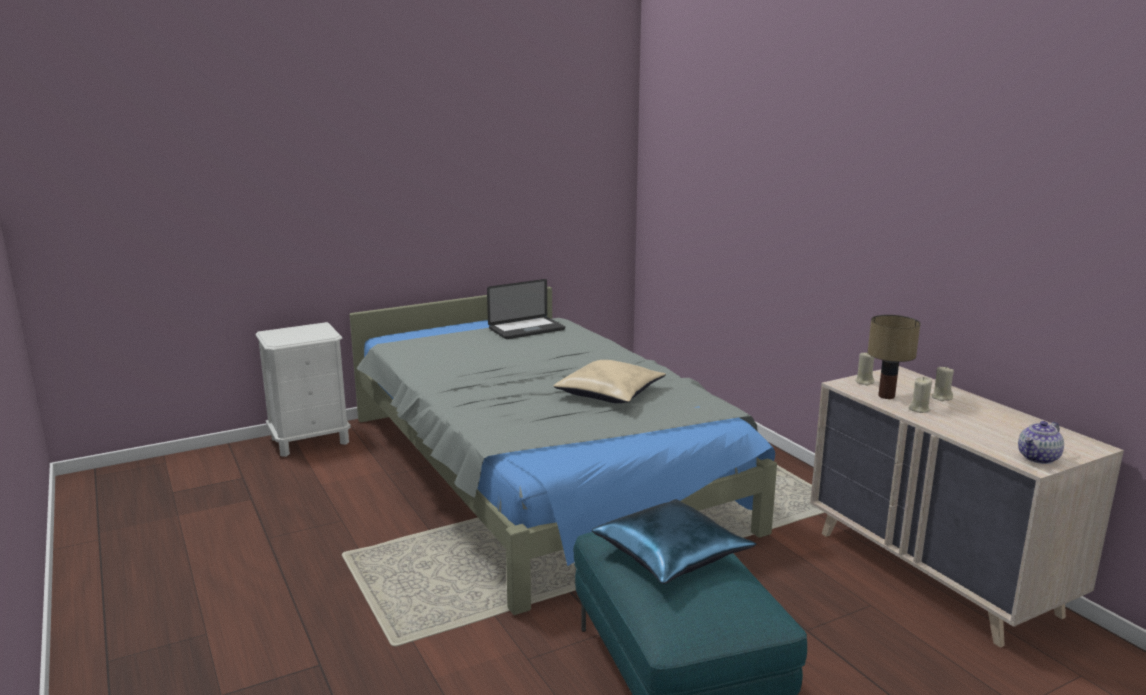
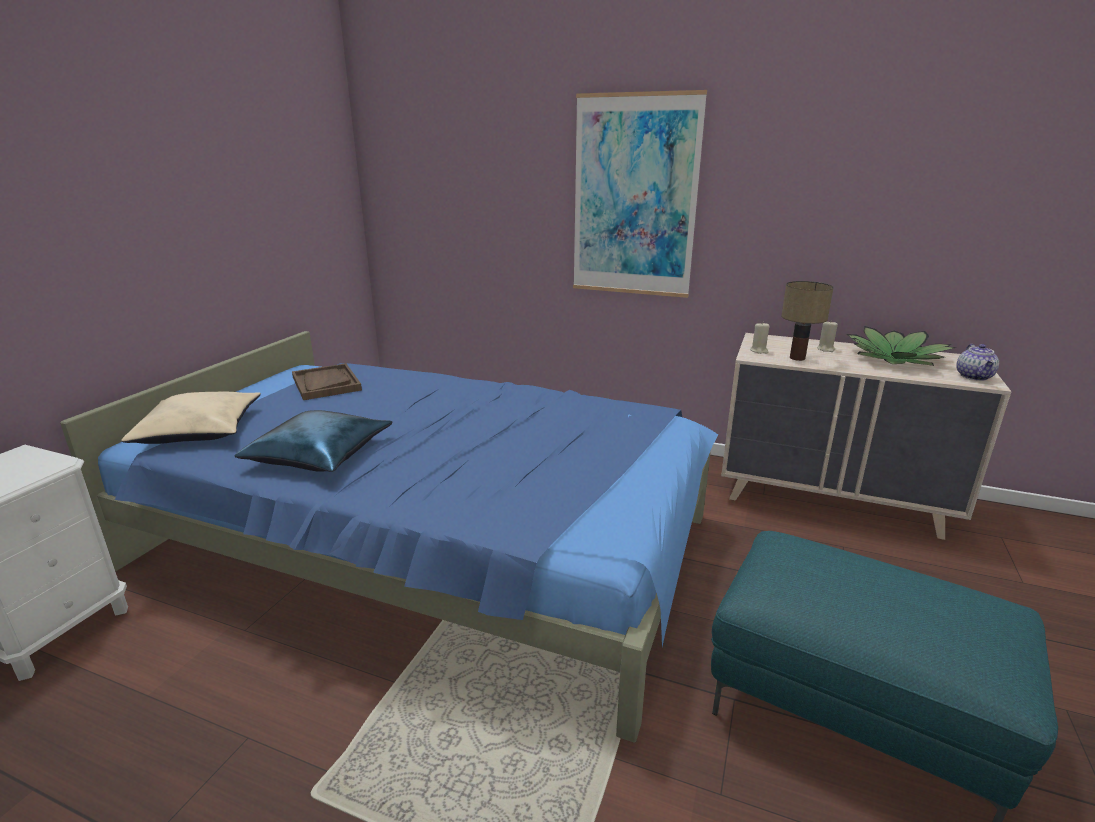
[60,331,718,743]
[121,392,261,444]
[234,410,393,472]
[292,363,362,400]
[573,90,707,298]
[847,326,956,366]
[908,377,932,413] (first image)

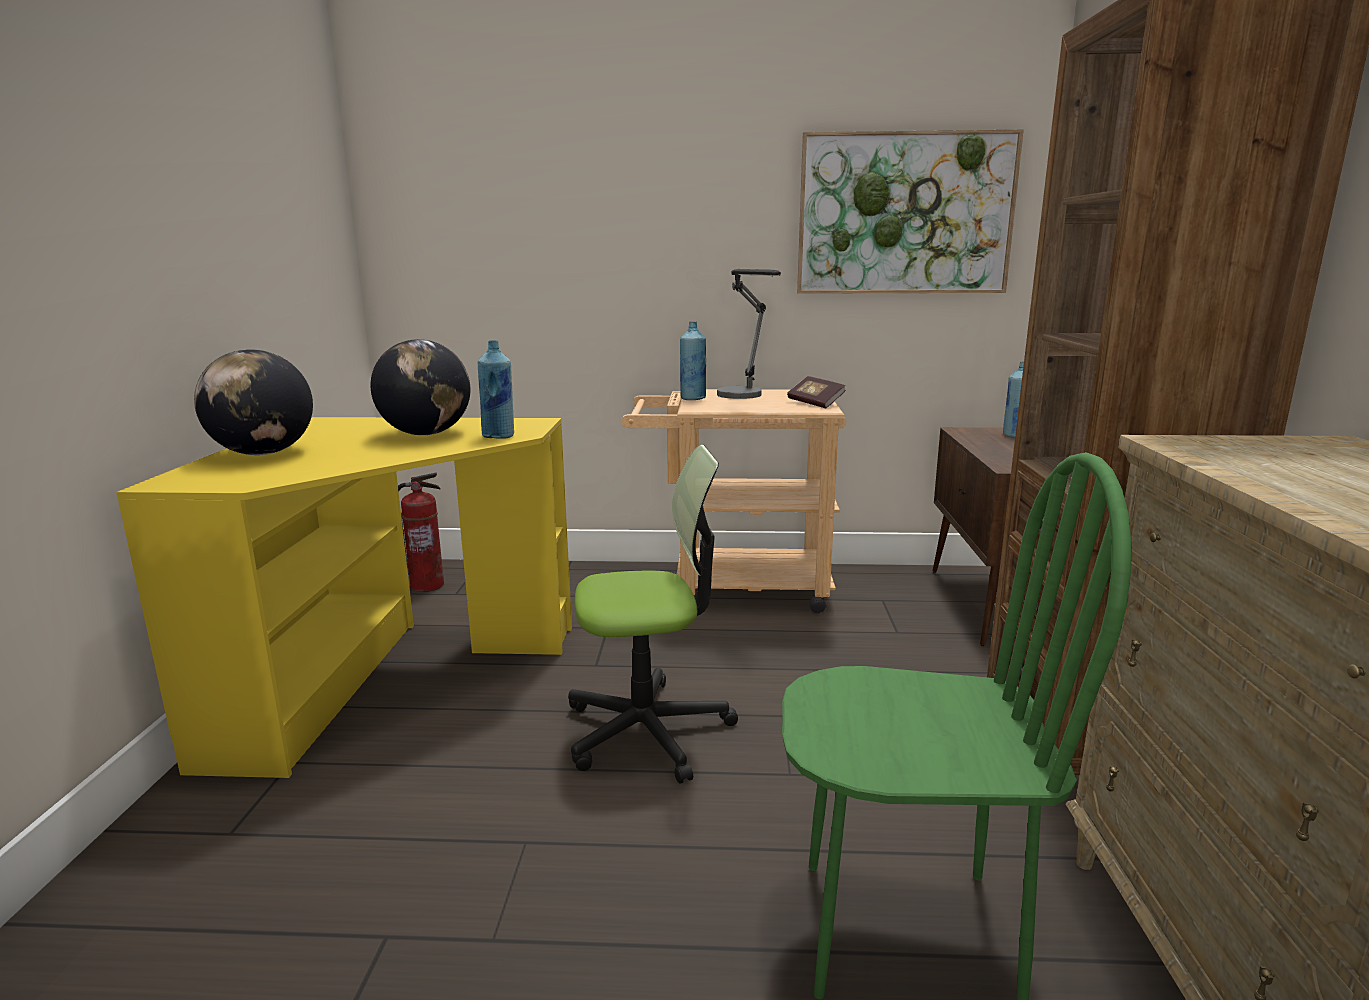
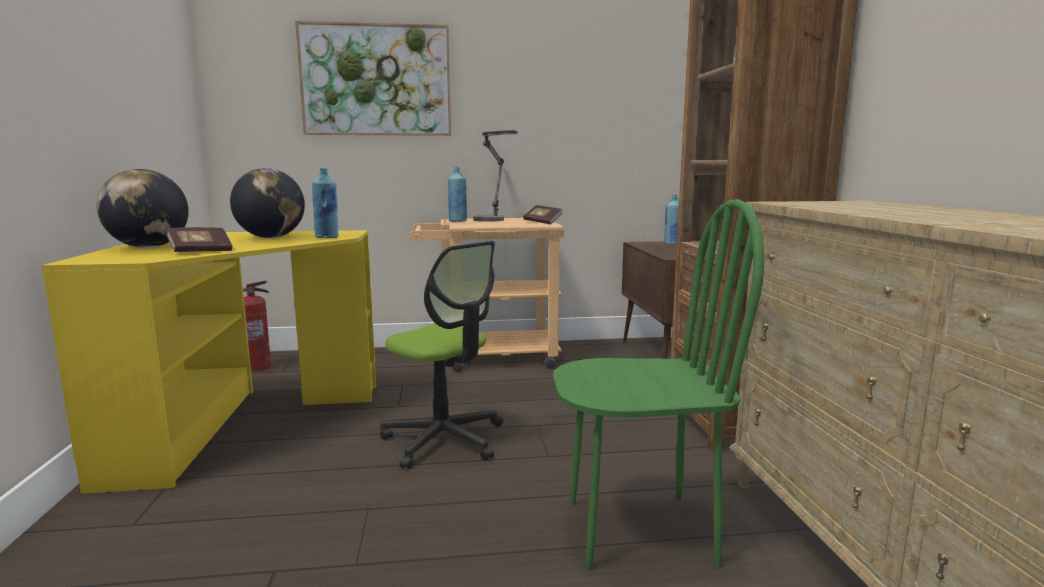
[166,227,232,252]
[295,21,451,136]
[380,241,503,469]

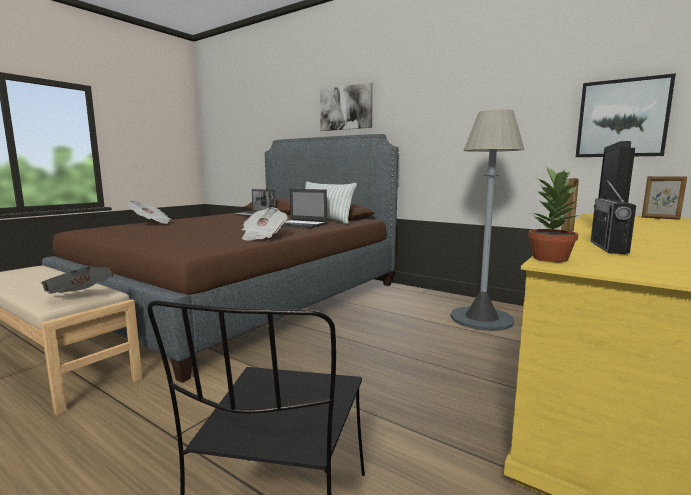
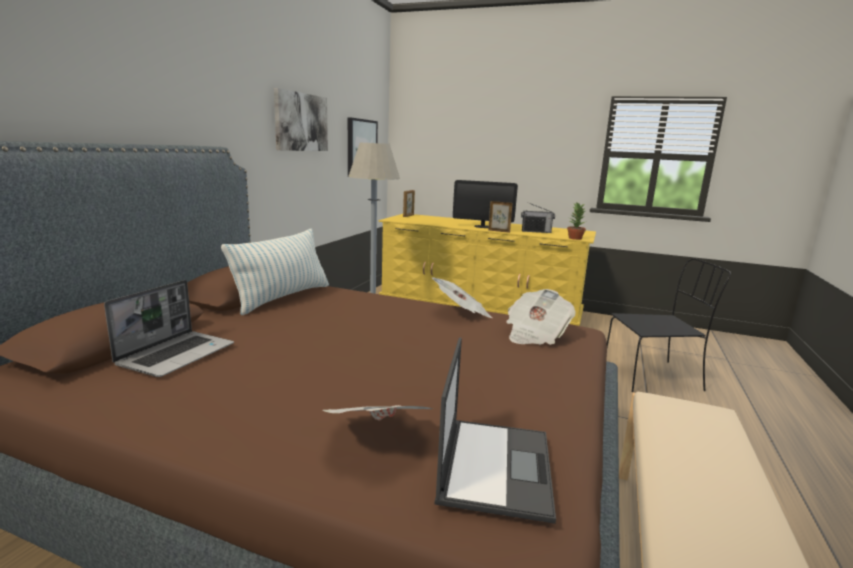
[274,88,328,151]
[434,337,556,524]
[507,289,576,345]

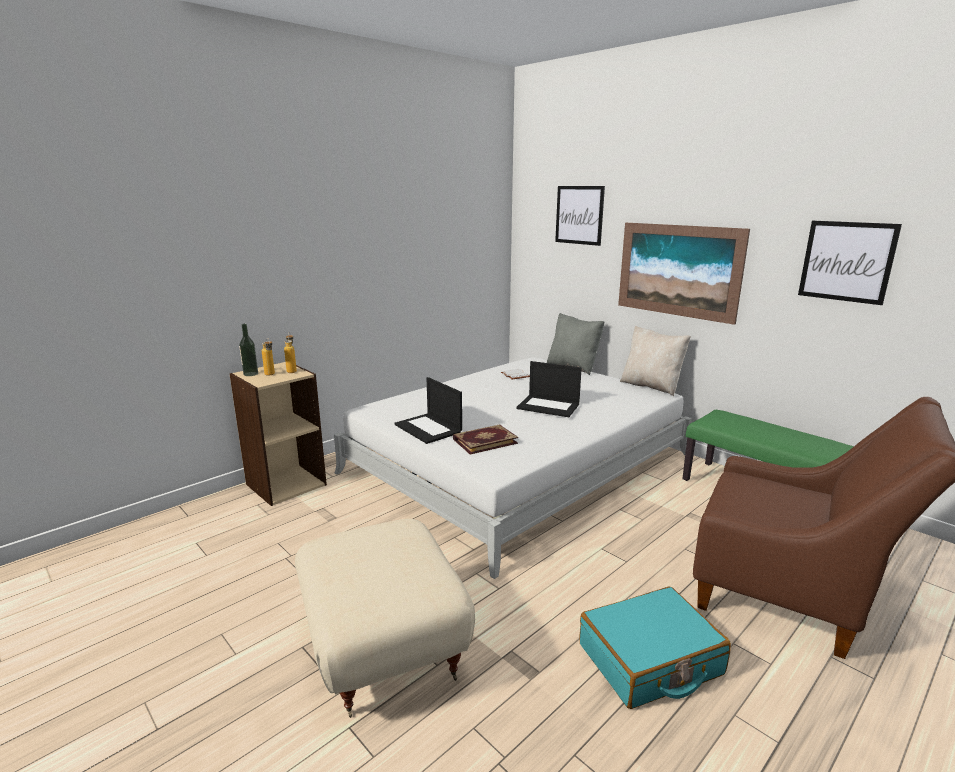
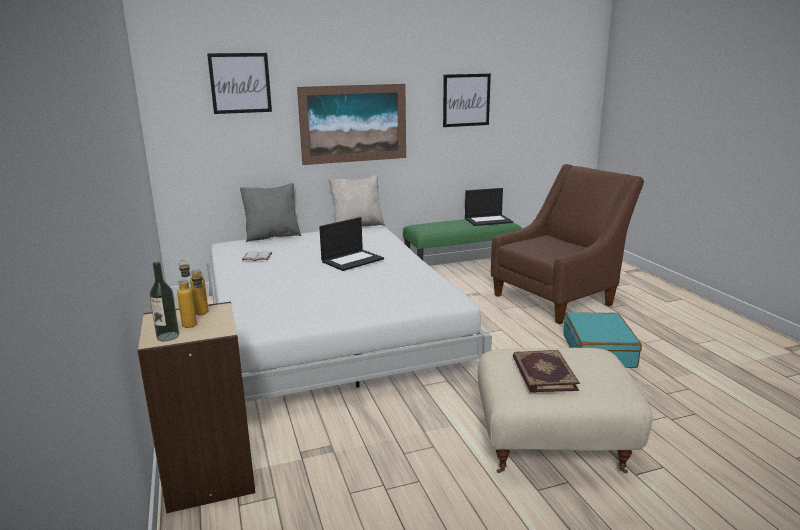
[465,188,513,226]
[513,350,580,393]

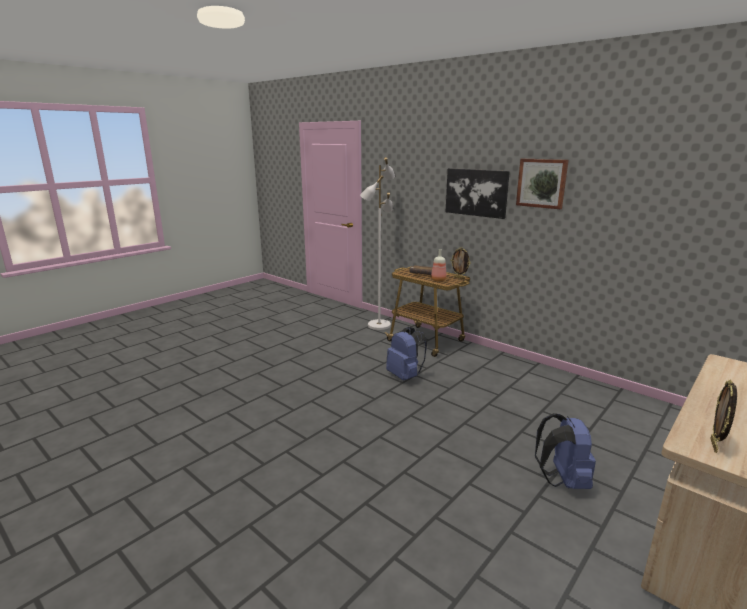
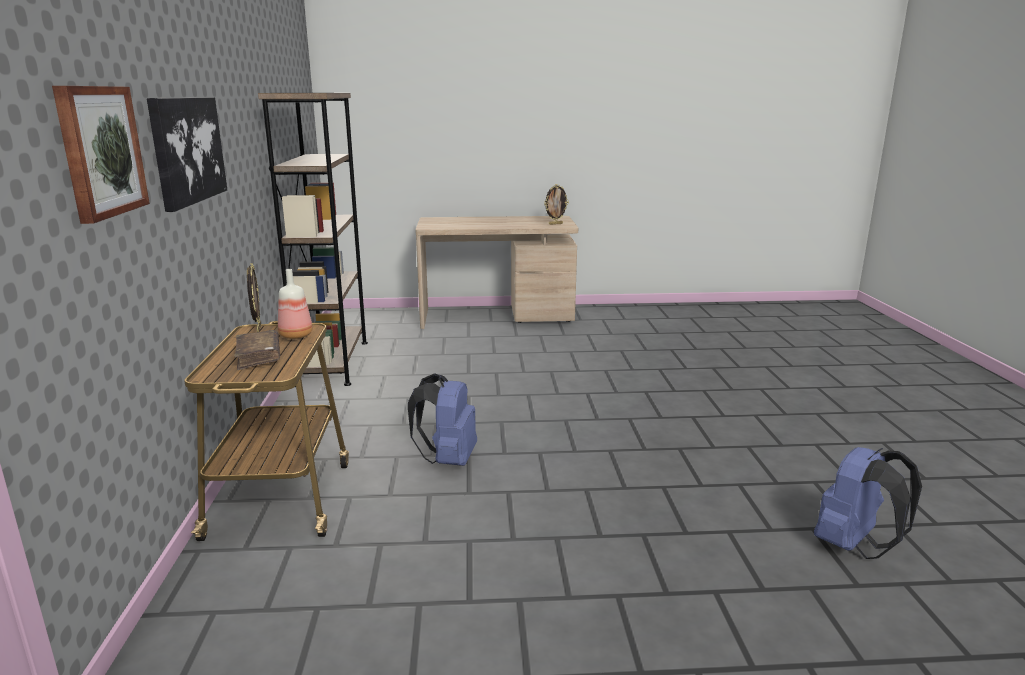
[52,86,150,224]
[258,93,368,387]
[814,447,922,559]
[360,157,395,330] (first image)

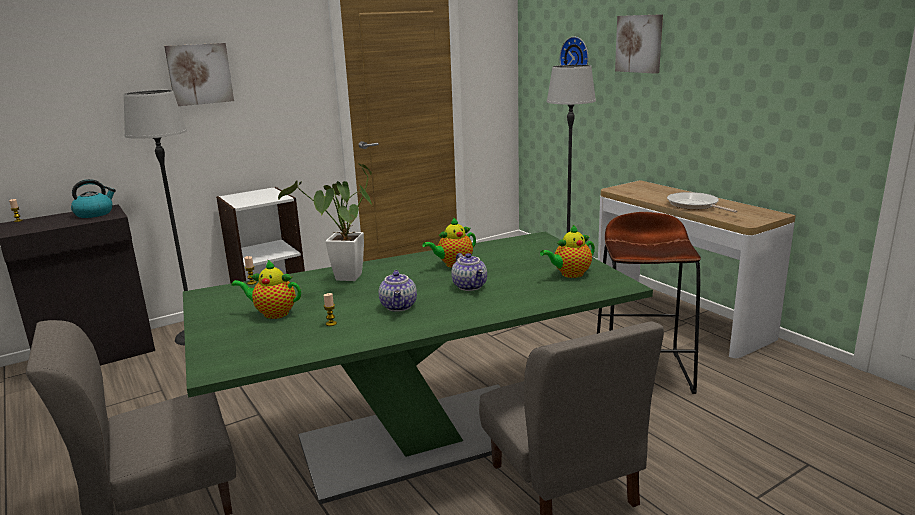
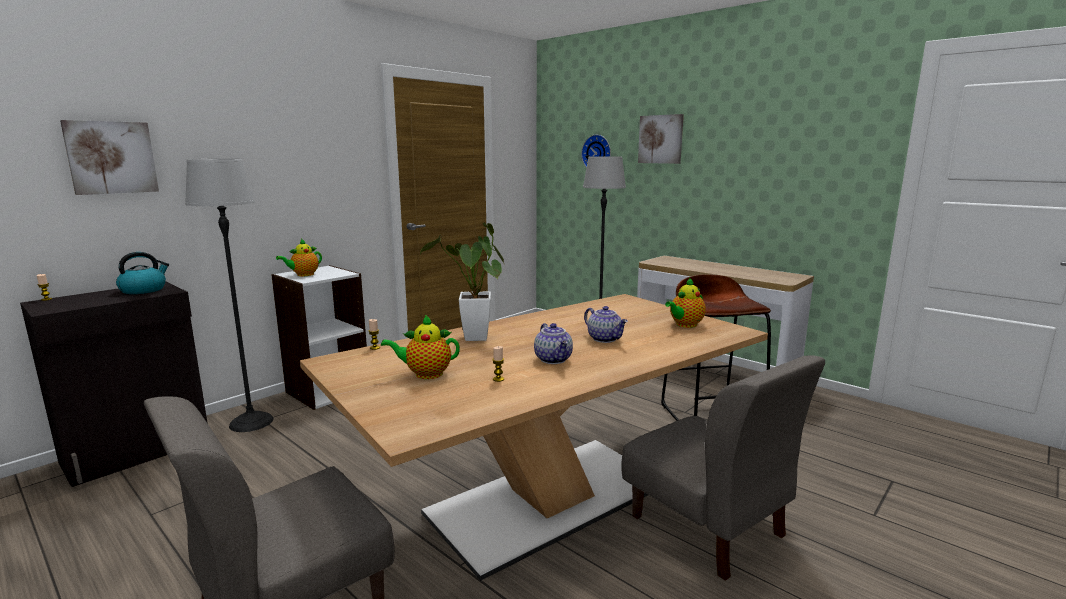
[60,120,159,195]
[276,239,322,276]
[300,294,768,581]
[667,192,737,213] (first image)

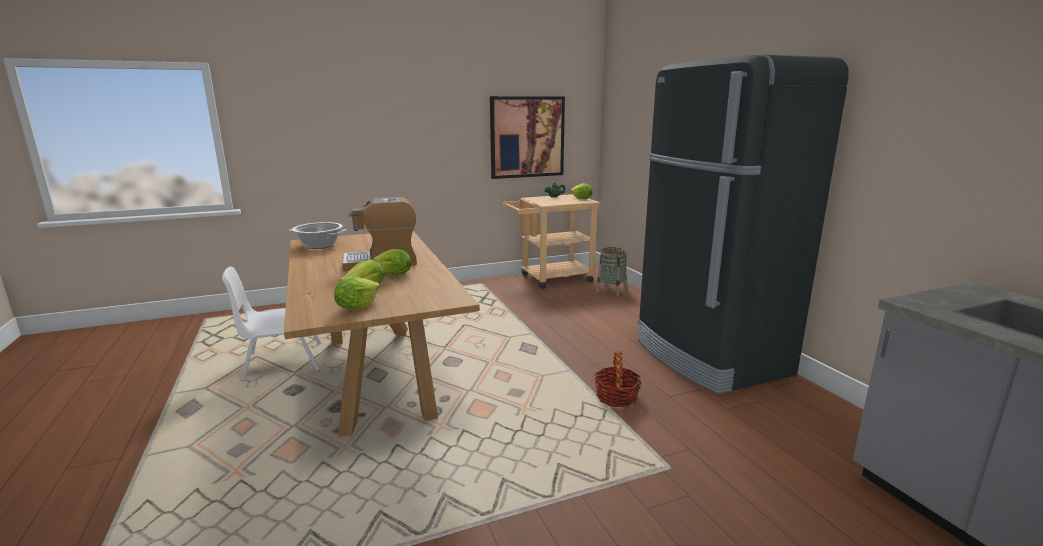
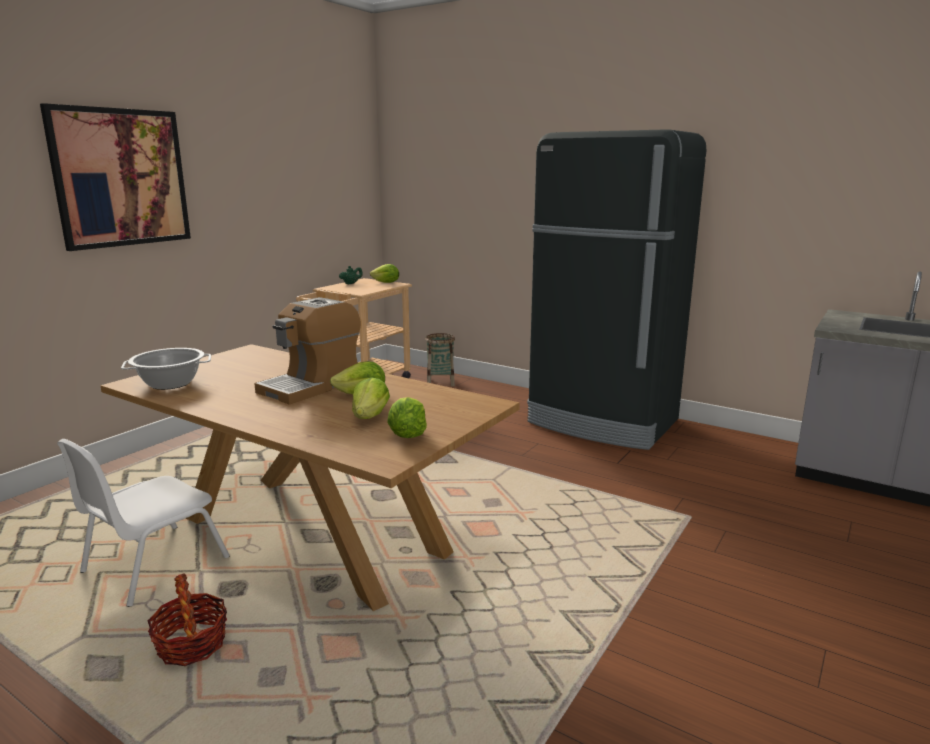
[40,103,191,251]
[148,574,227,666]

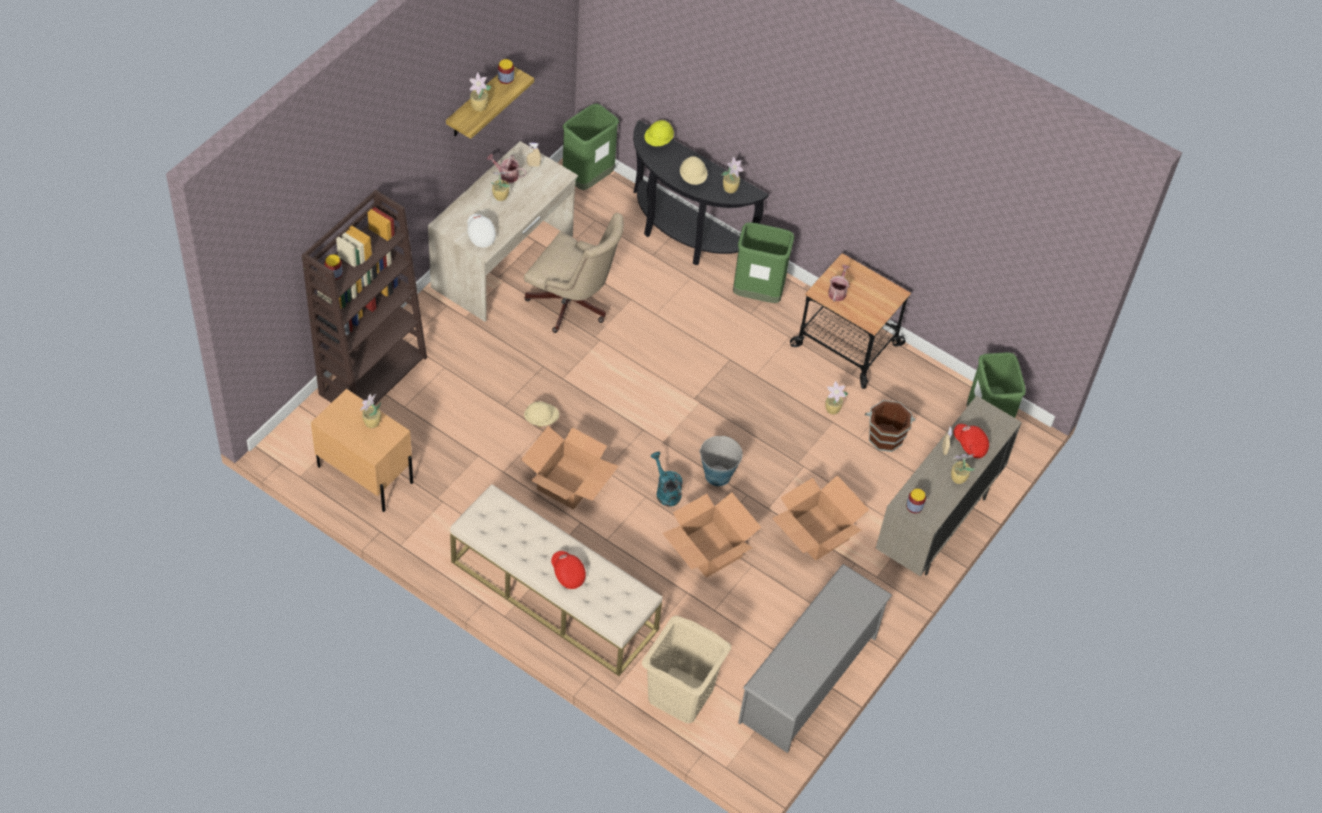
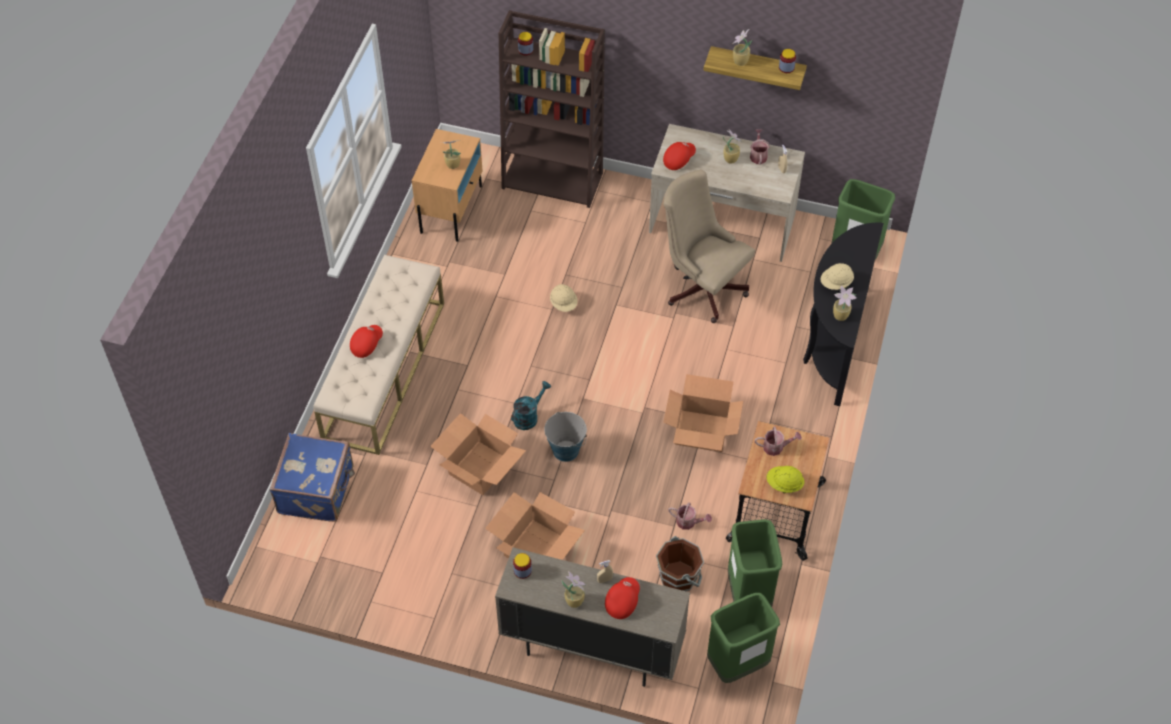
[270,433,355,522]
[663,142,696,170]
[663,170,755,323]
[663,374,743,452]
[668,502,712,530]
[728,519,782,607]
[766,466,805,494]
[738,564,892,753] (first image)

